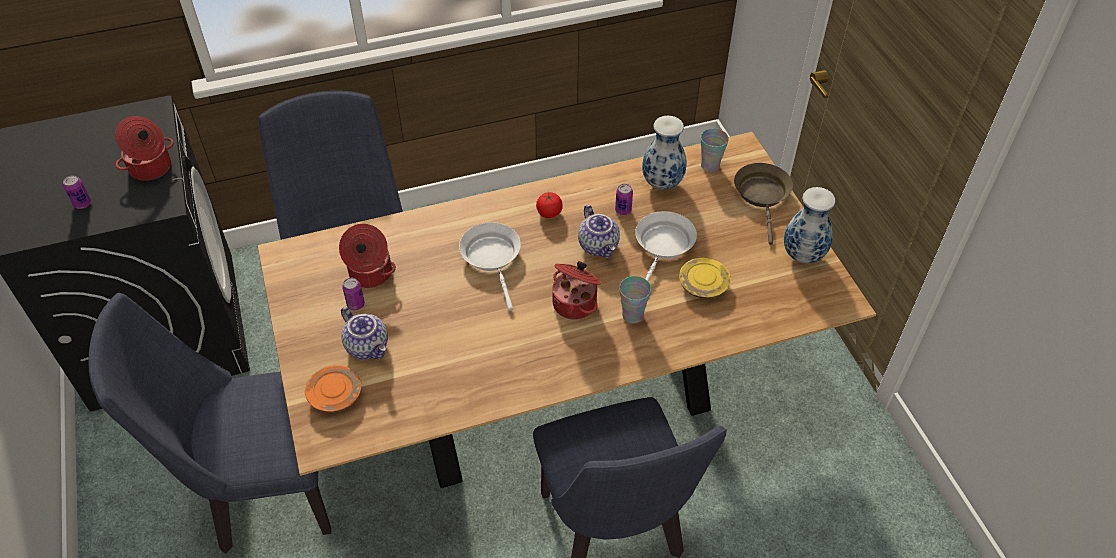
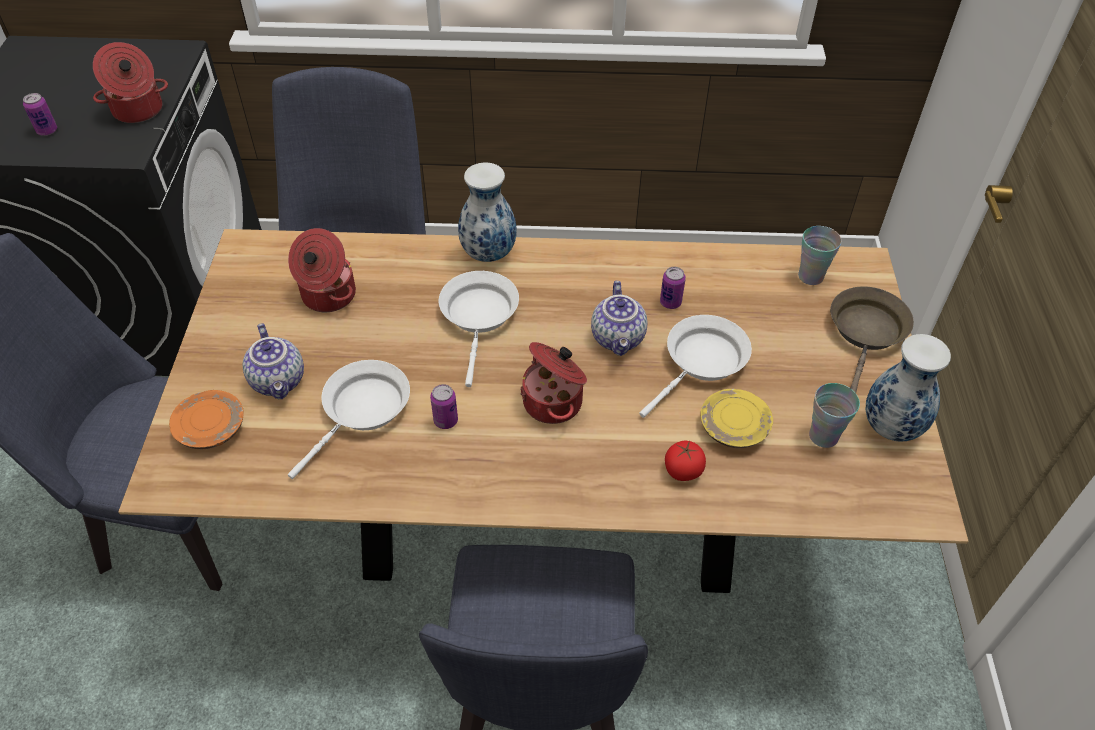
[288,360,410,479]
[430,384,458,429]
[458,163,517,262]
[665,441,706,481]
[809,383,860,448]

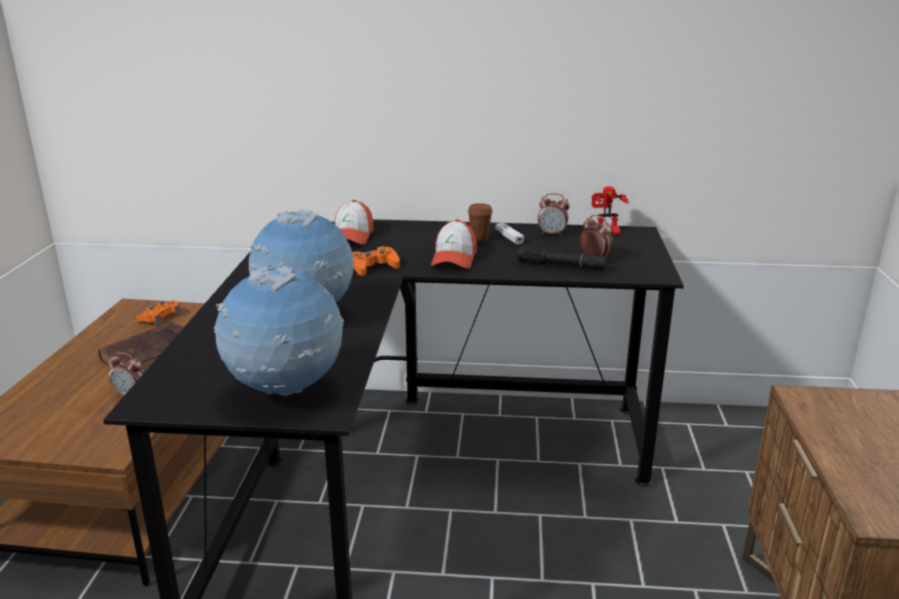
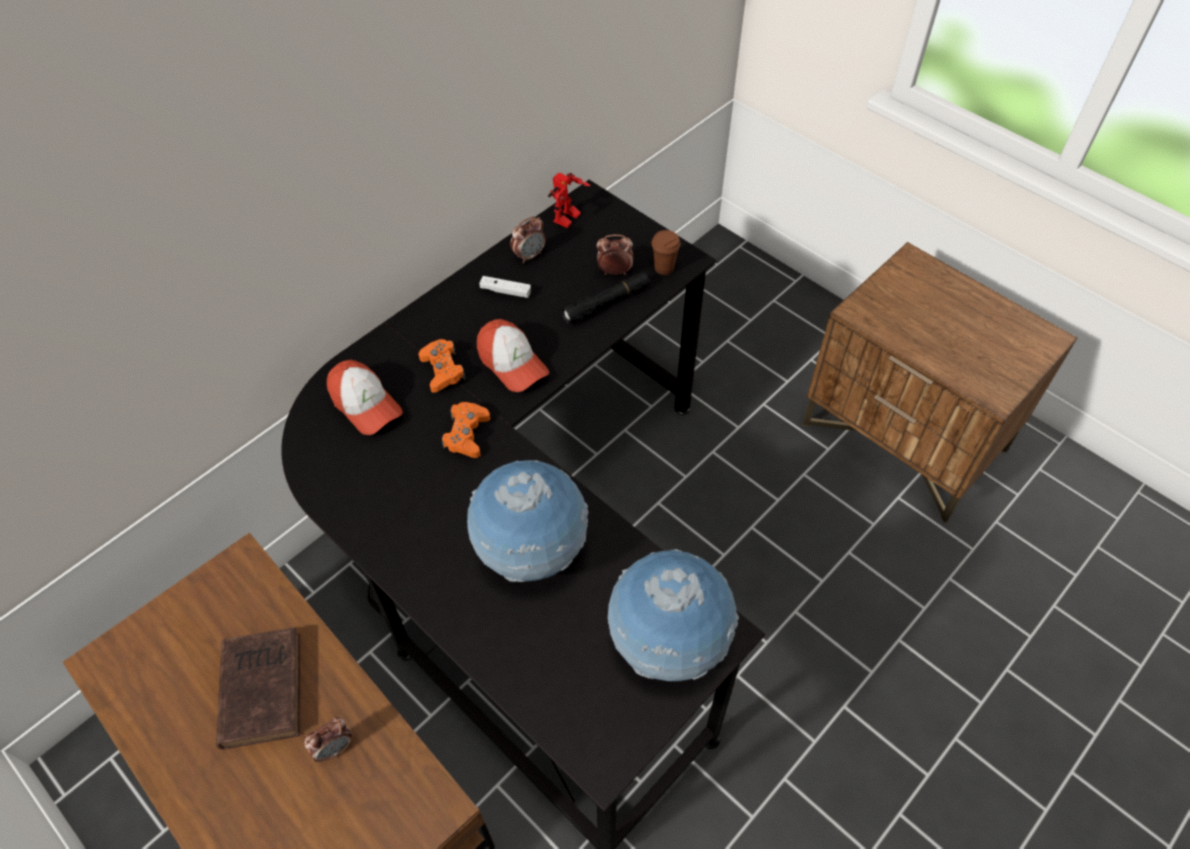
[419,339,466,393]
[651,230,681,275]

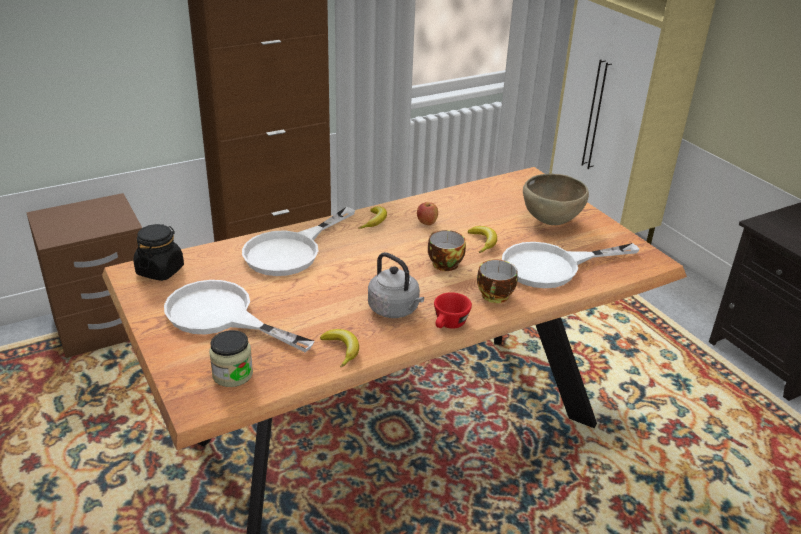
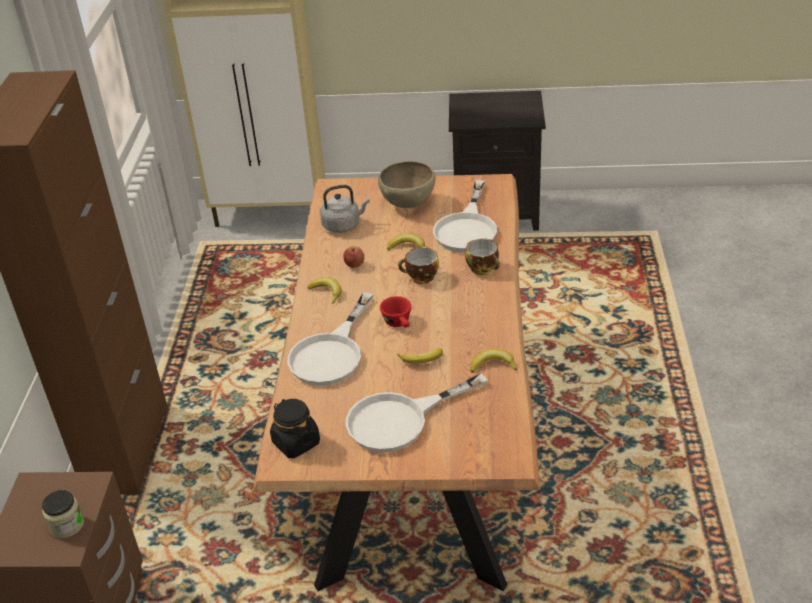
[42,490,84,538]
[287,292,373,386]
[320,185,370,233]
[380,296,411,327]
[397,348,443,363]

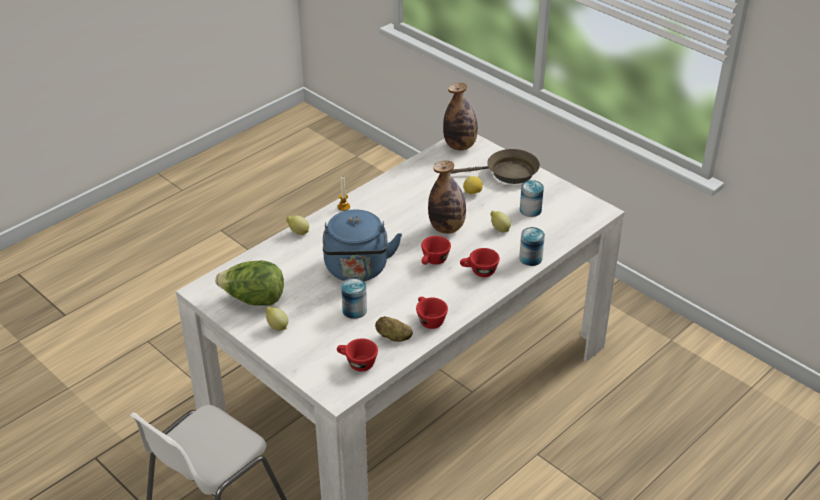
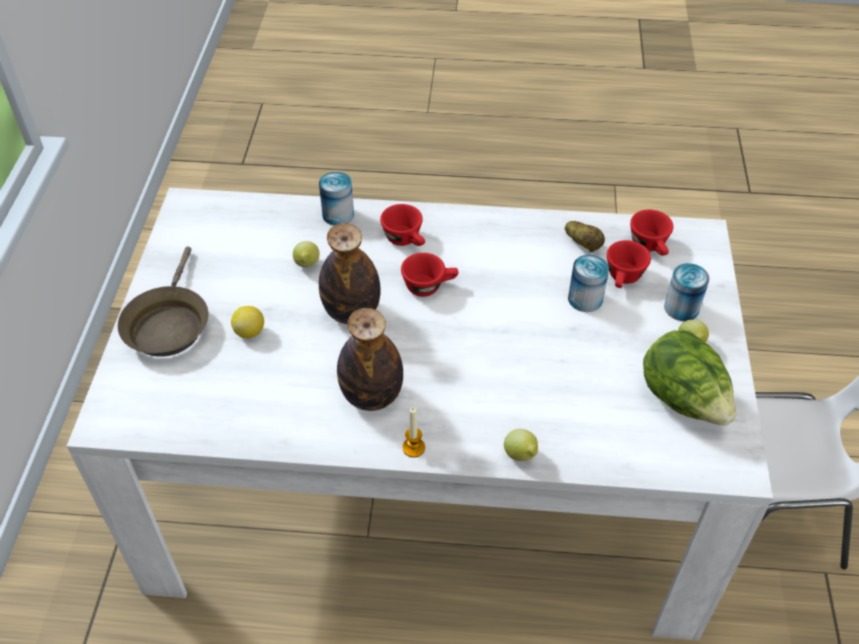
[118,247,209,357]
[337,308,403,411]
[607,240,651,288]
[664,263,710,321]
[323,210,402,281] (first image)

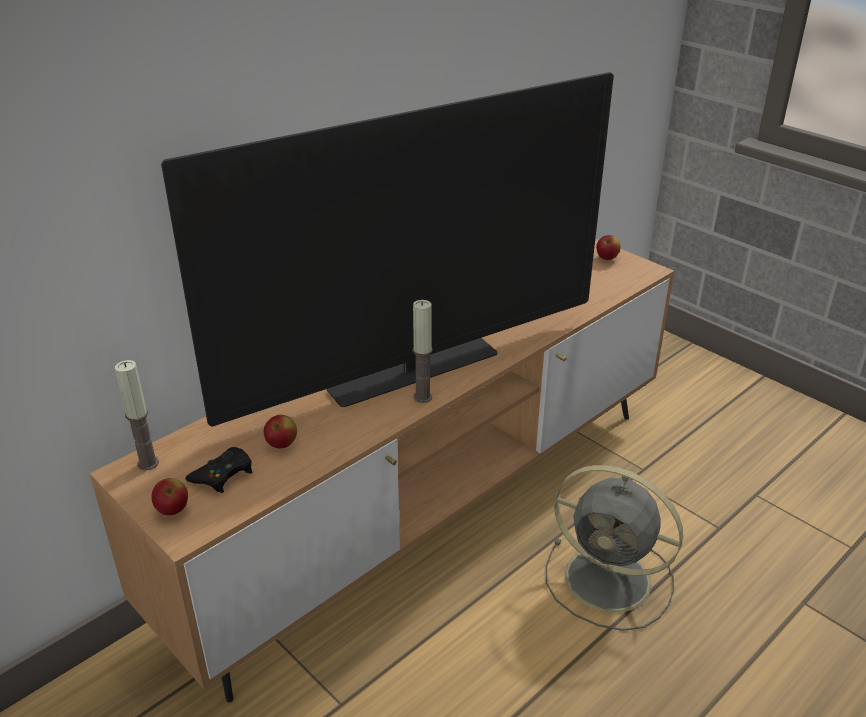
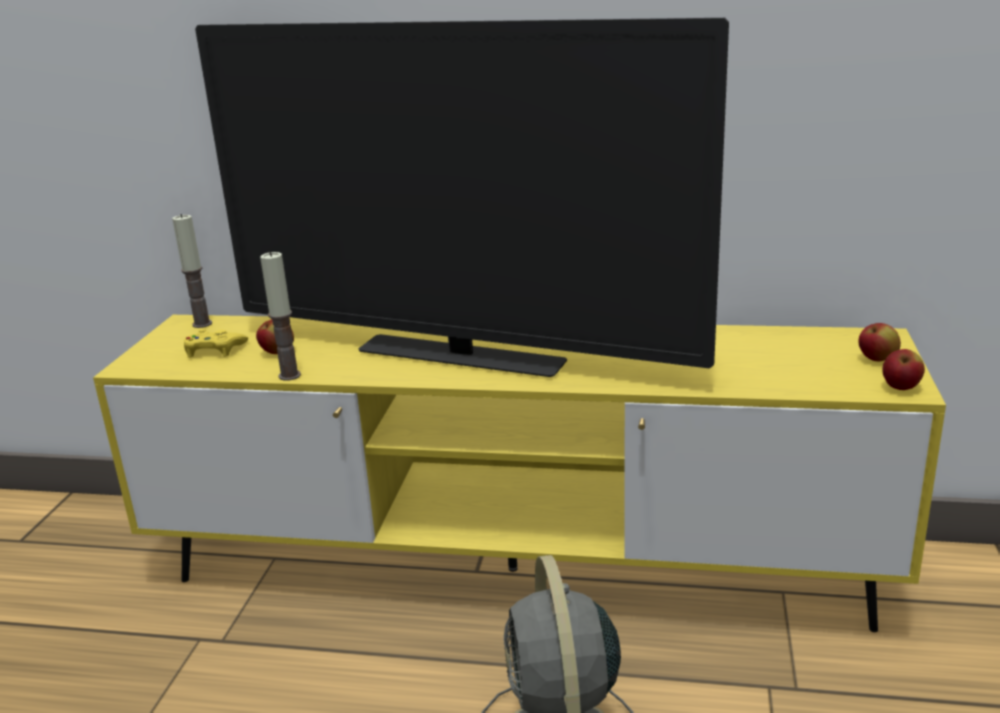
[93,315,946,632]
[184,329,248,358]
[260,251,301,381]
[882,349,925,390]

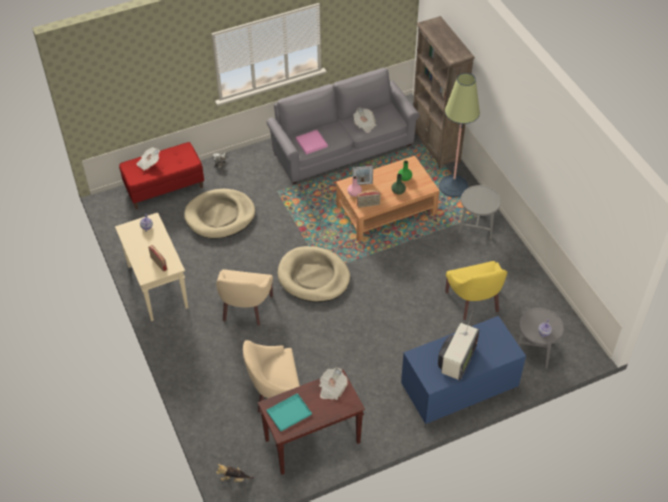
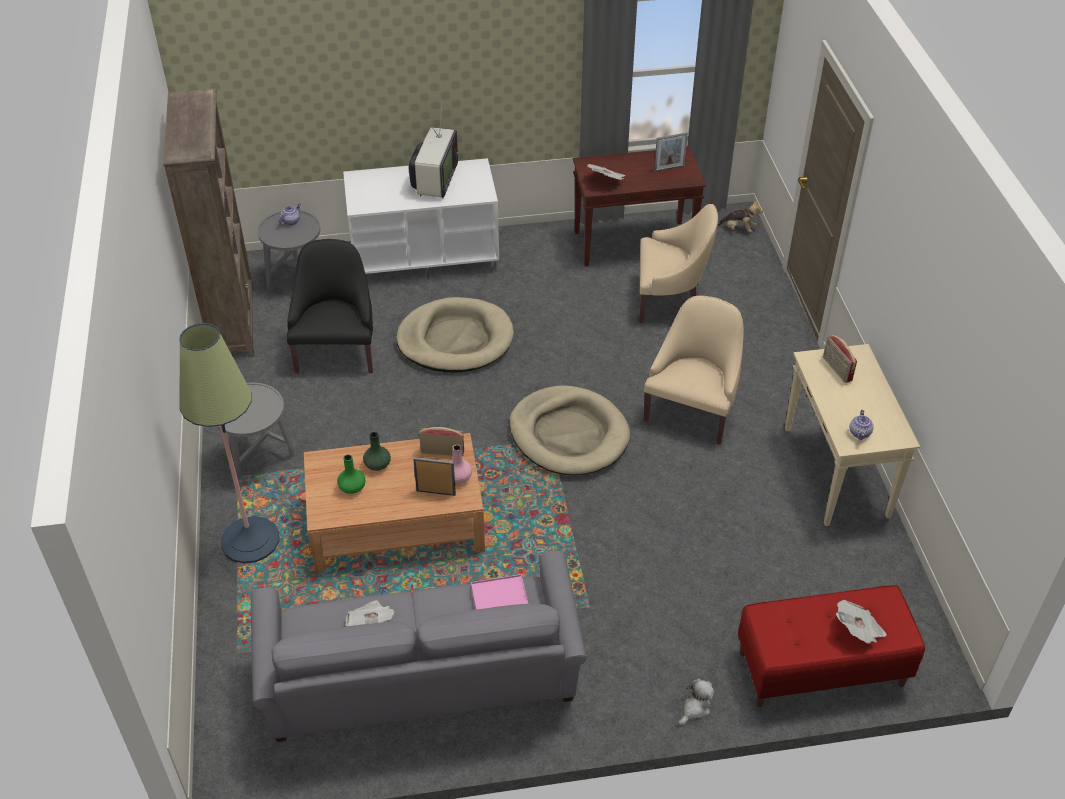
[163,89,254,357]
[287,239,373,373]
[343,158,499,279]
[397,297,514,373]
[409,103,458,199]
[654,132,688,172]

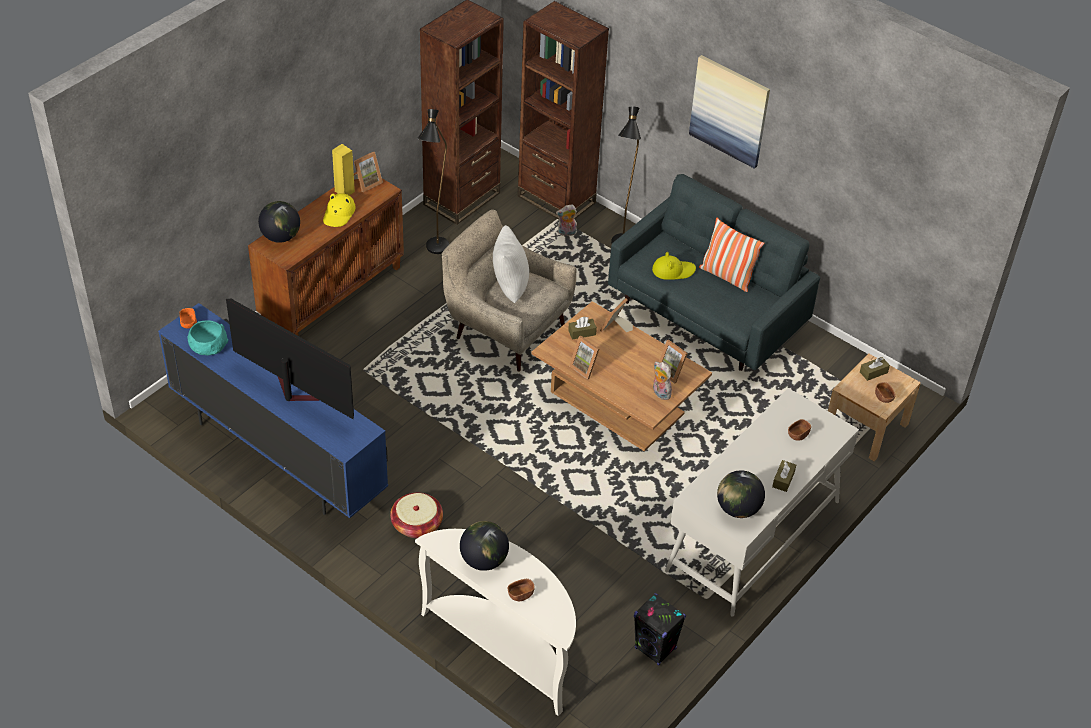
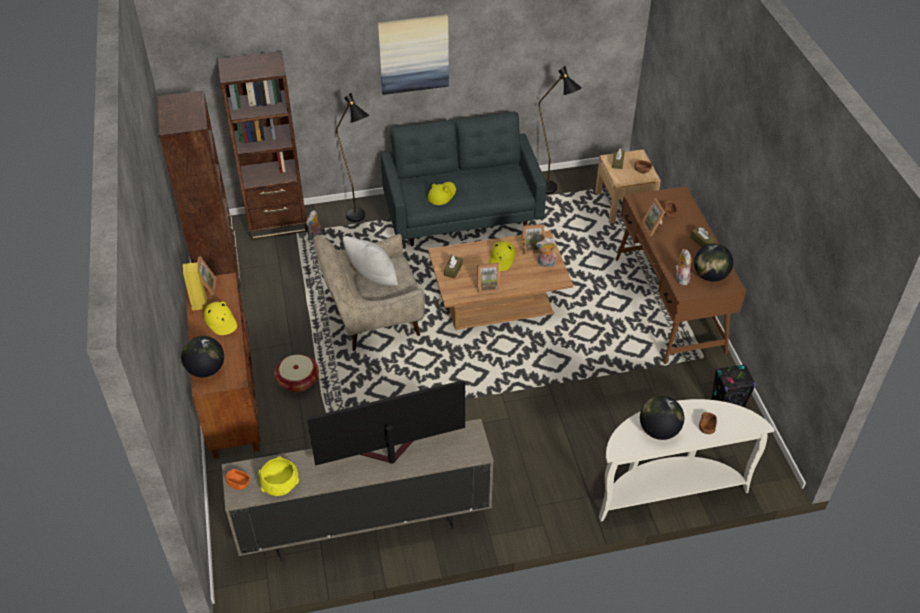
[222,419,494,562]
[258,456,299,496]
[275,354,319,392]
[489,241,516,271]
[538,66,582,194]
[615,186,746,364]
[641,198,665,236]
[675,249,691,286]
[699,218,764,292] (first image)

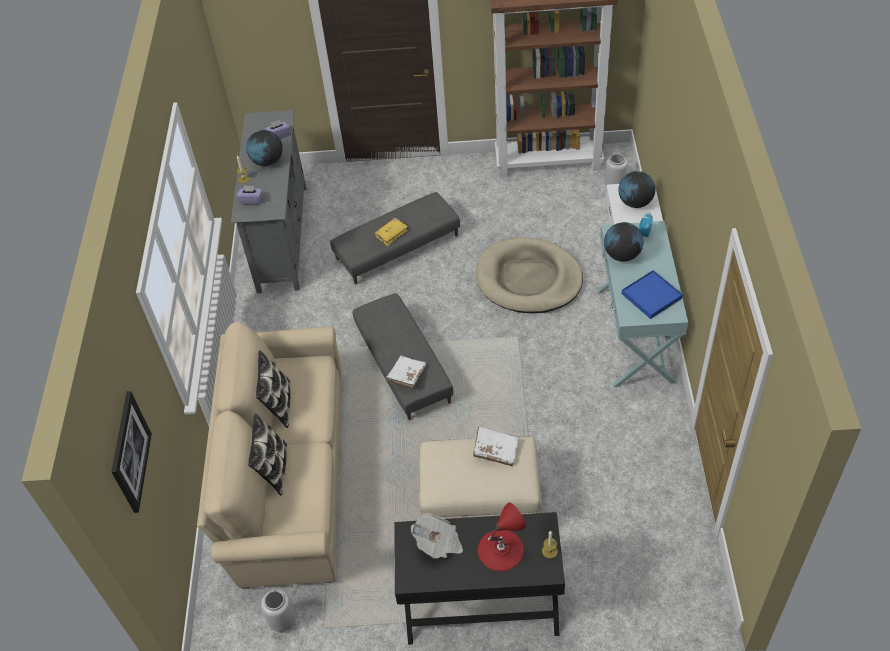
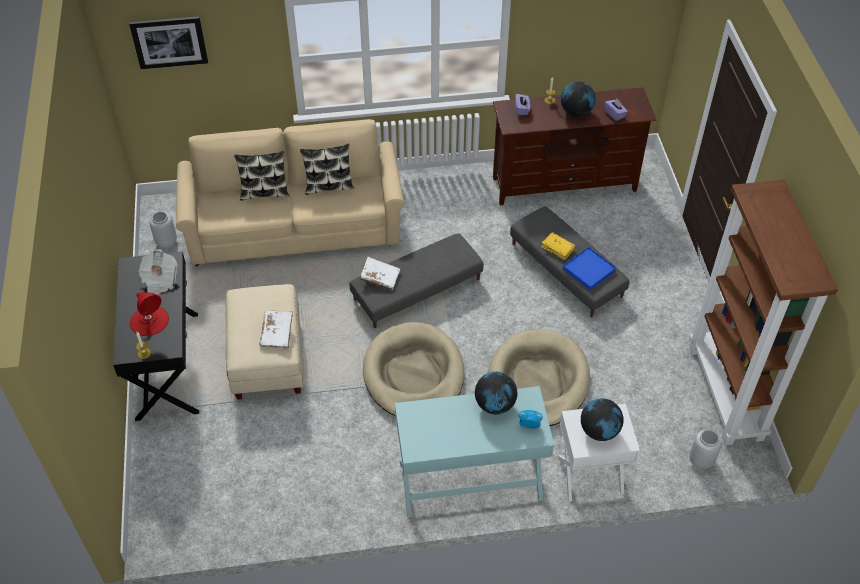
[363,322,464,416]
[493,87,656,205]
[563,247,616,290]

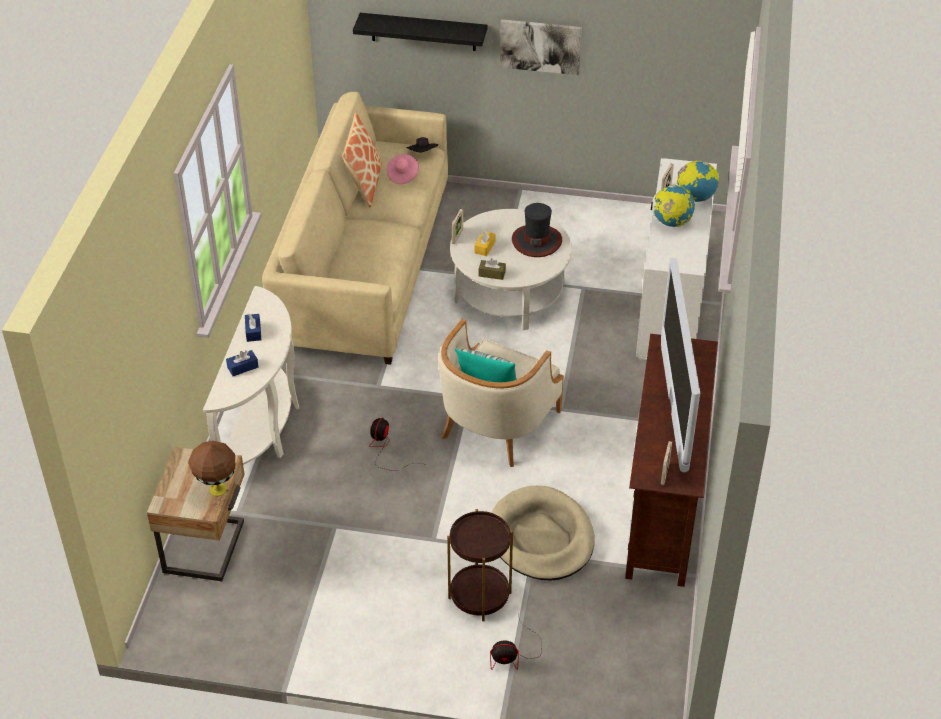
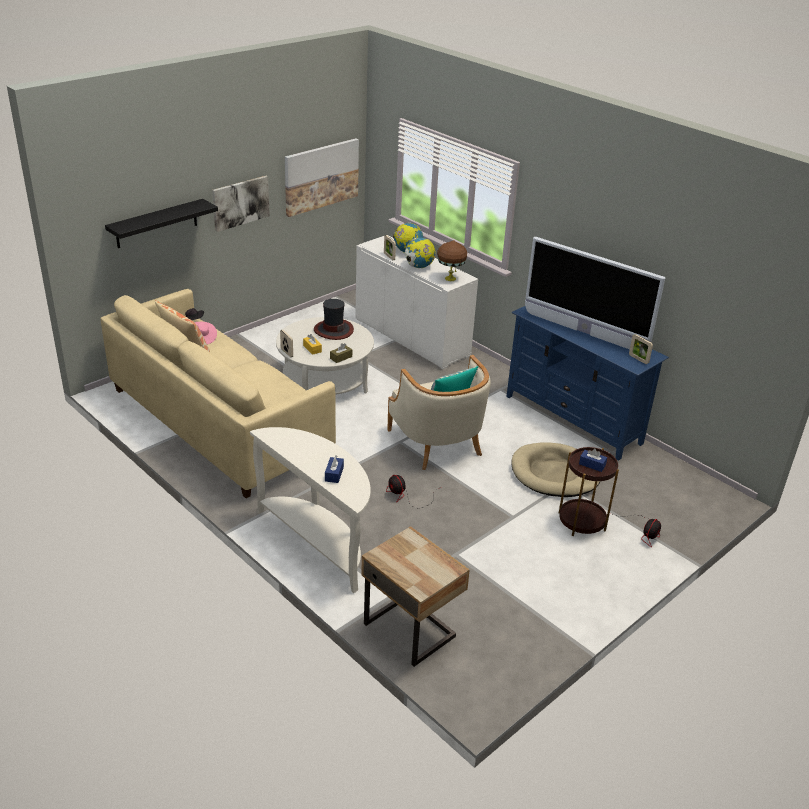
[285,138,359,217]
[437,240,467,281]
[506,306,669,461]
[579,449,607,472]

